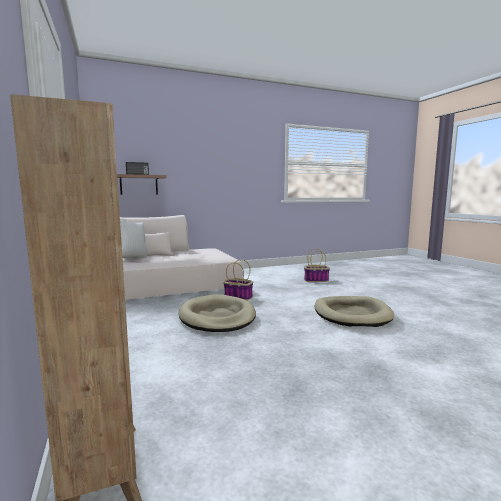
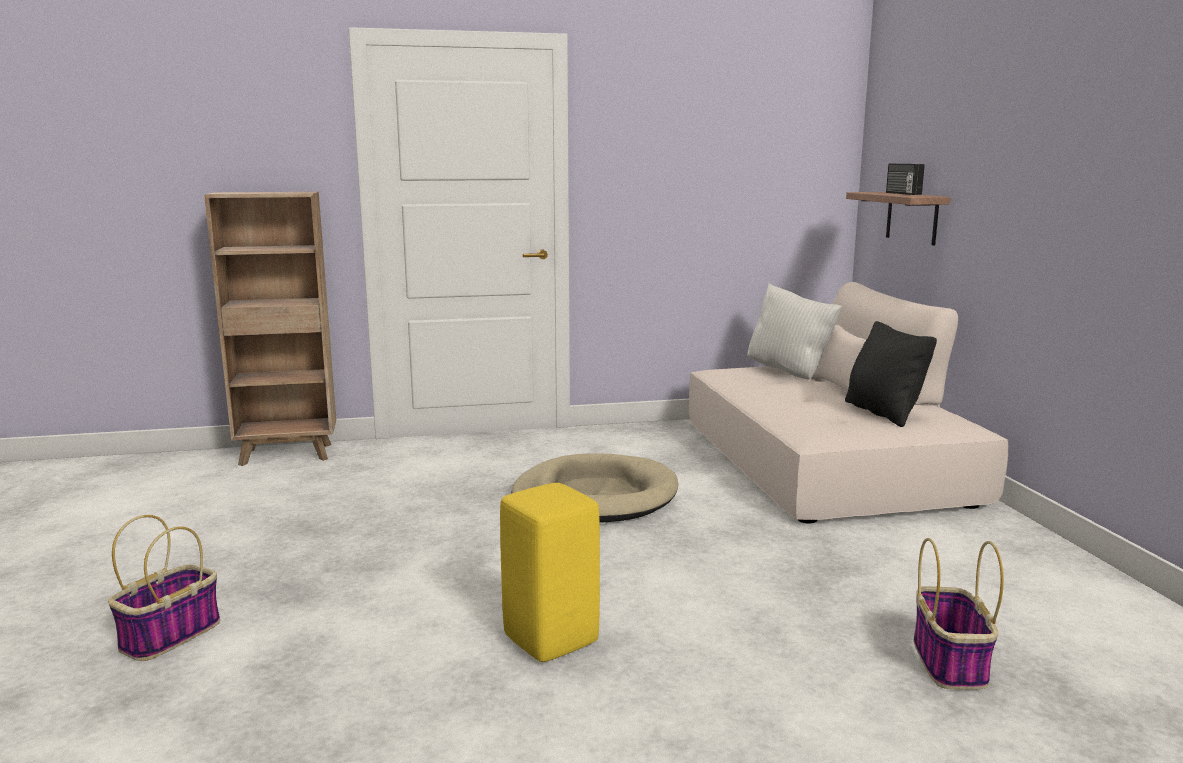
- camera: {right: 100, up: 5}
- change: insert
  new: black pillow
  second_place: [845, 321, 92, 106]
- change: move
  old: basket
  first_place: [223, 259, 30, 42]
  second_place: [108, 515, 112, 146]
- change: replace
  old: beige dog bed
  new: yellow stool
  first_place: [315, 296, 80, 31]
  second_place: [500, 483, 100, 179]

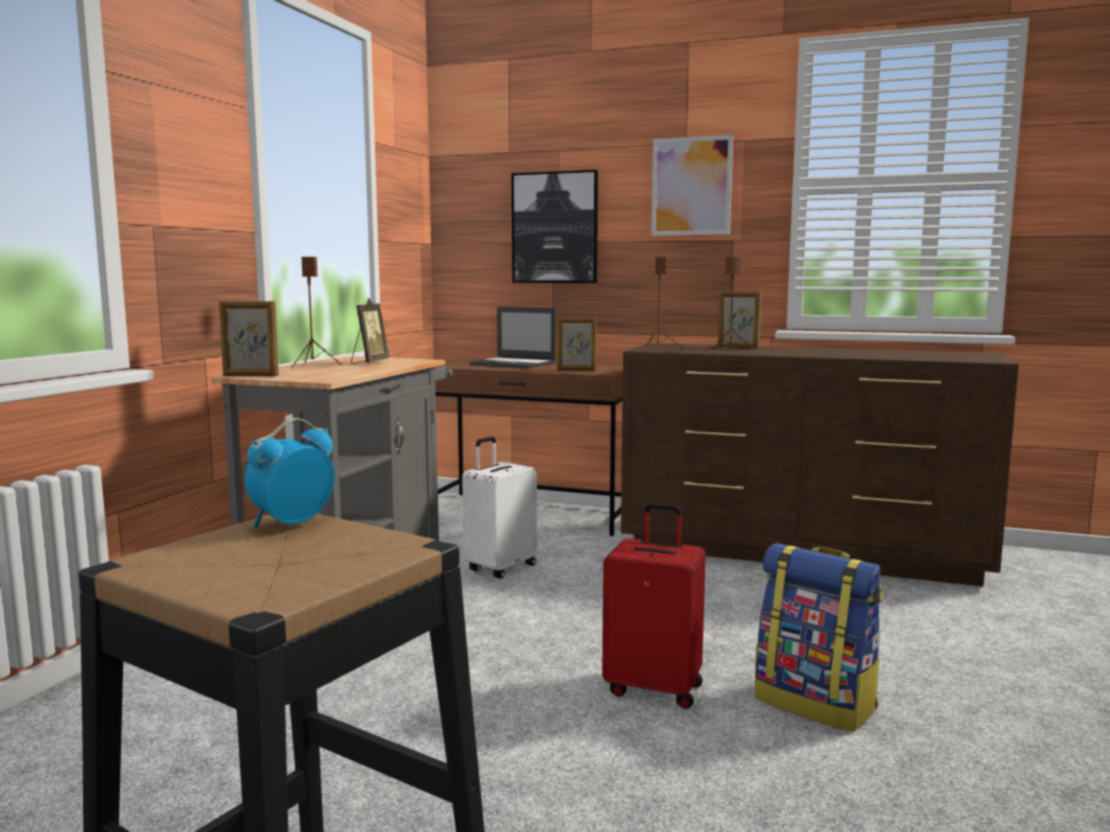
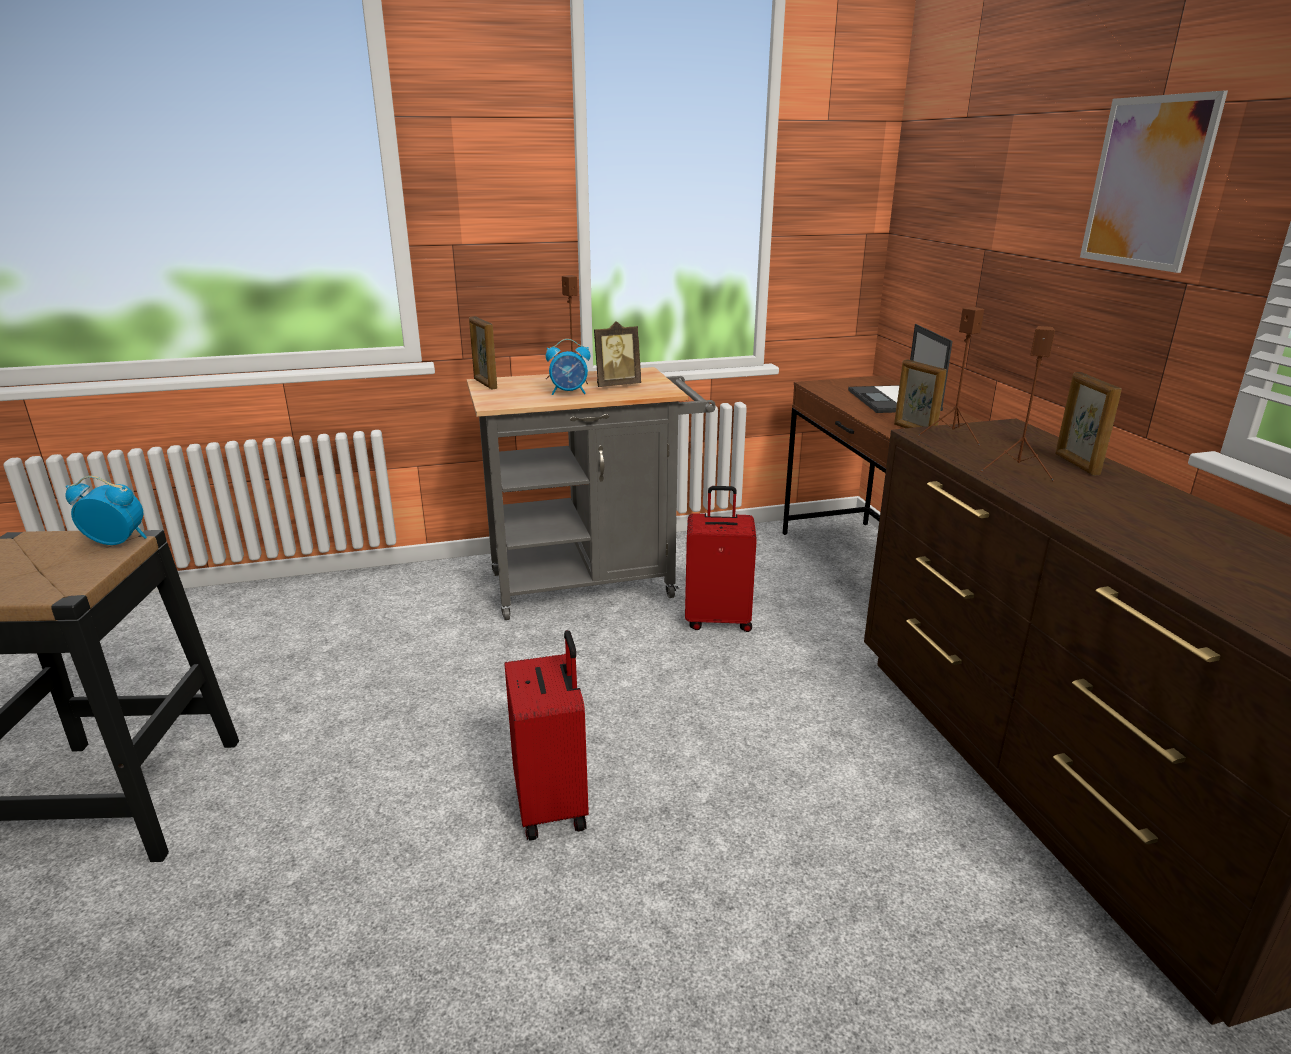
- camera: {right: 55, up: 15}
- change: delete
  old: picture
  first_place: [512, 170, 86, 113]
- change: delete
  old: backpack
  first_place: [755, 543, 128, 189]
- change: insert
  new: alarm clock
  second_place: [546, 339, 44, 56]
- change: recolor
  old: white suitcase
  new: red suitcase
  first_place: [462, 437, 75, 142]
  second_place: [685, 486, 72, 146]

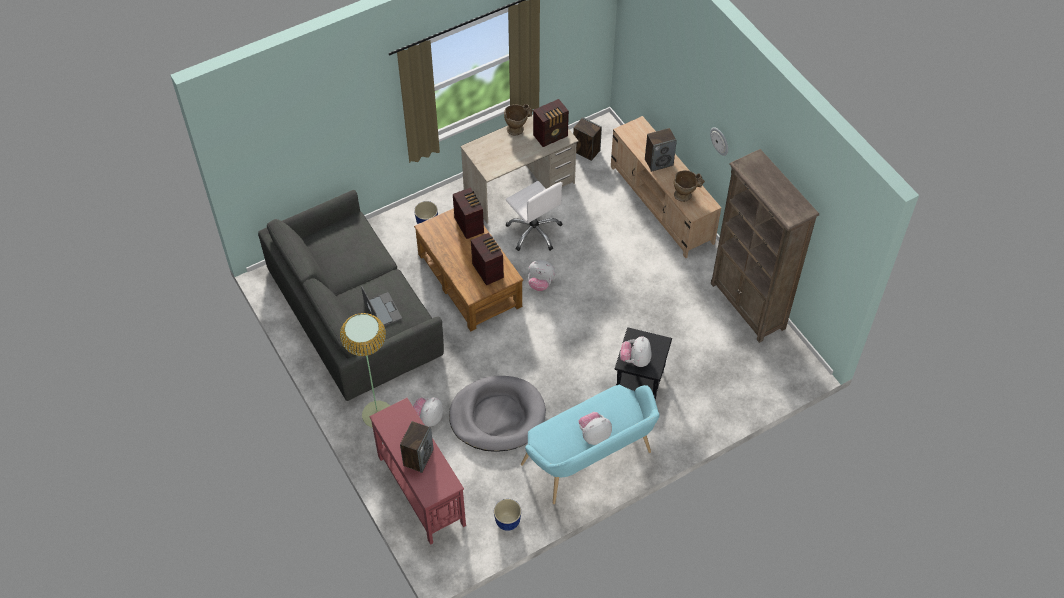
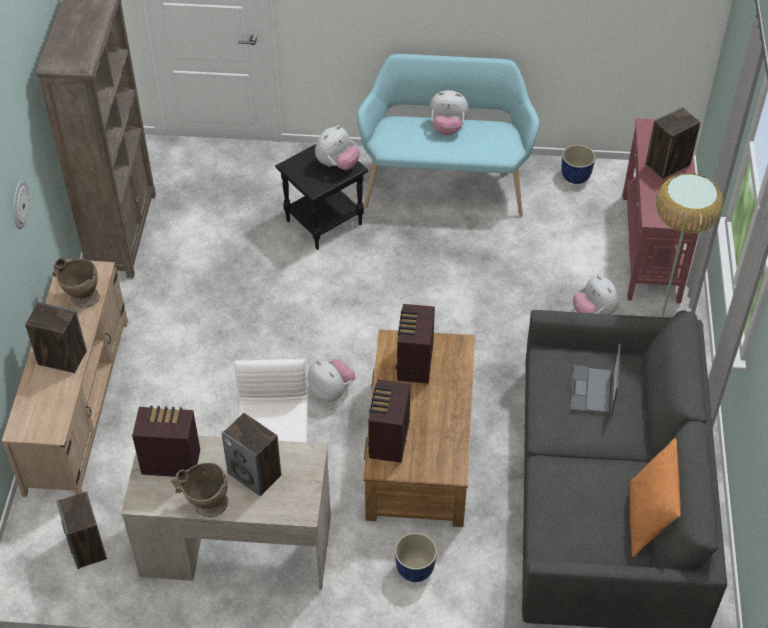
- camera: {right: -145, up: -5}
- change: delete
  old: grey dog bed
  first_place: [449, 376, 97, 76]
- change: insert
  new: speaker
  second_place: [222, 413, 59, 83]
- change: insert
  new: orange pillow
  second_place: [630, 438, 51, 119]
- change: rotate
  old: plush toy
  first_place: [413, 397, 30, 30]
  second_place: [573, 275, 46, 39]
  degrees: 90

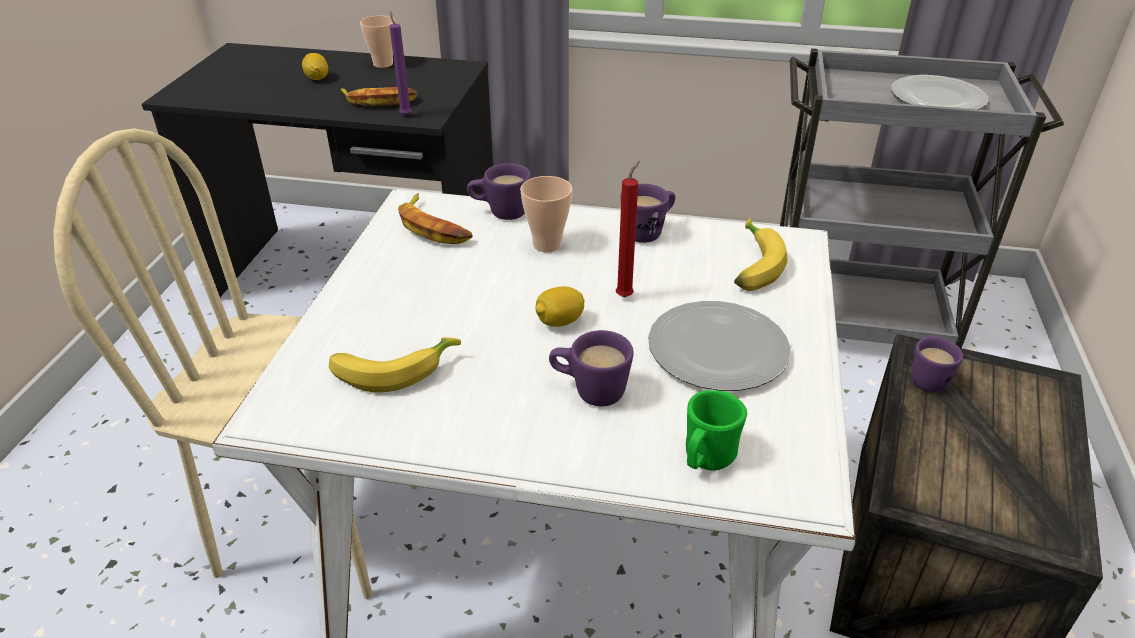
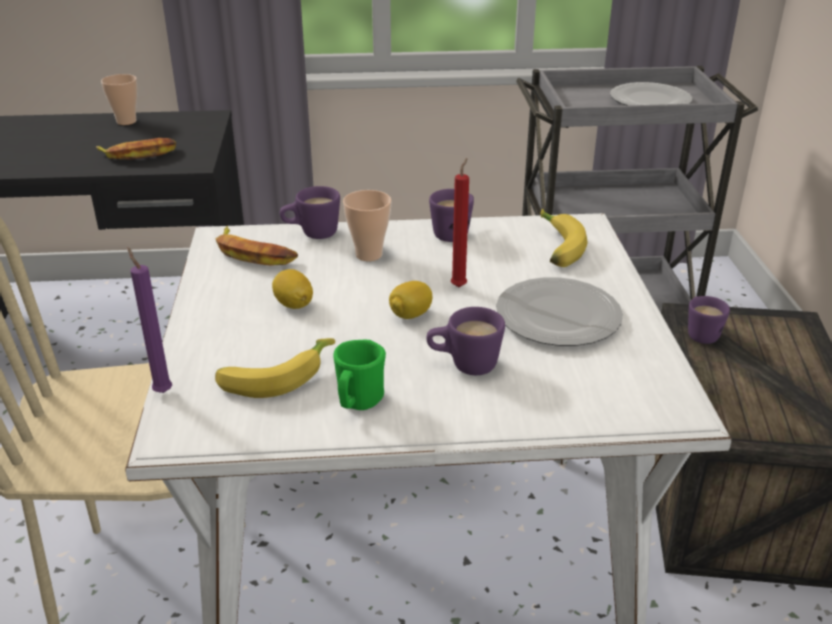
- camera: {right: -15, up: -5}
- change: move
  old: lemon
  first_place: [302, 53, 26, 27]
  second_place: [272, 269, 41, 40]
- change: move
  old: purple candle
  first_place: [390, 11, 22, 105]
  second_place: [127, 247, 45, 146]
- change: move
  old: green mug
  first_place: [686, 390, 61, 81]
  second_place: [333, 340, 53, 70]

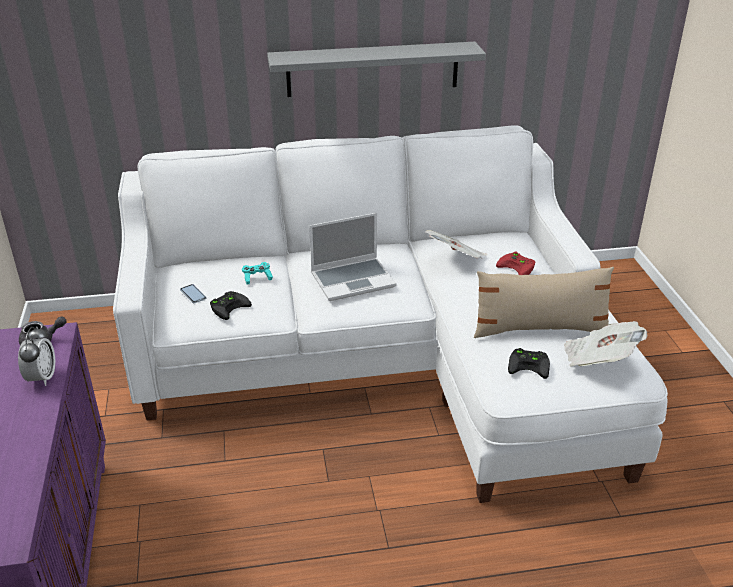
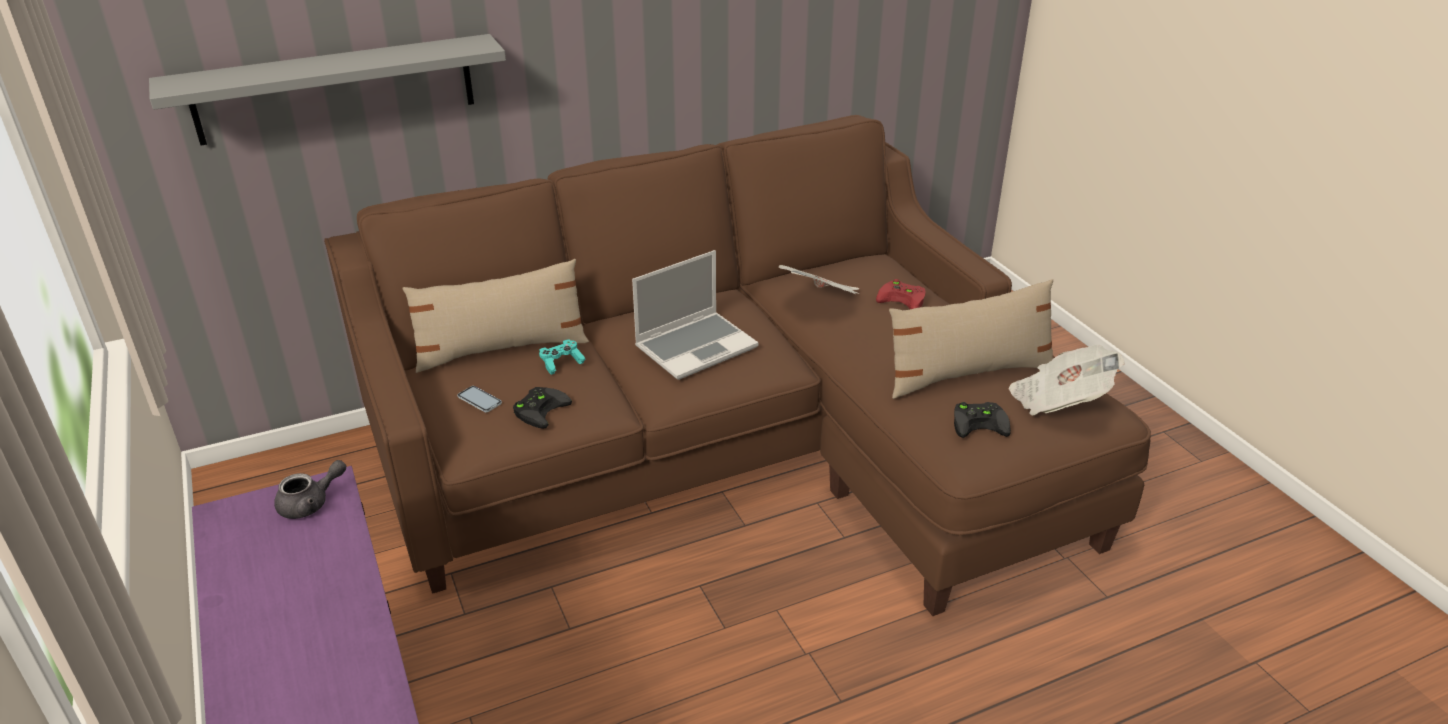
- camera: {right: -15, up: 0}
- change: delete
  old: alarm clock
  first_place: [18, 327, 37, 59]
- change: insert
  new: beige pillow
  second_place: [403, 259, 186, 114]
- change: move
  old: grey shelf
  first_place: [267, 42, 219, 55]
  second_place: [149, 34, 357, 111]
- change: recolor
  old: white sofa
  new: brown sofa
  first_place: [113, 125, 555, 378]
  second_place: [324, 115, 827, 501]

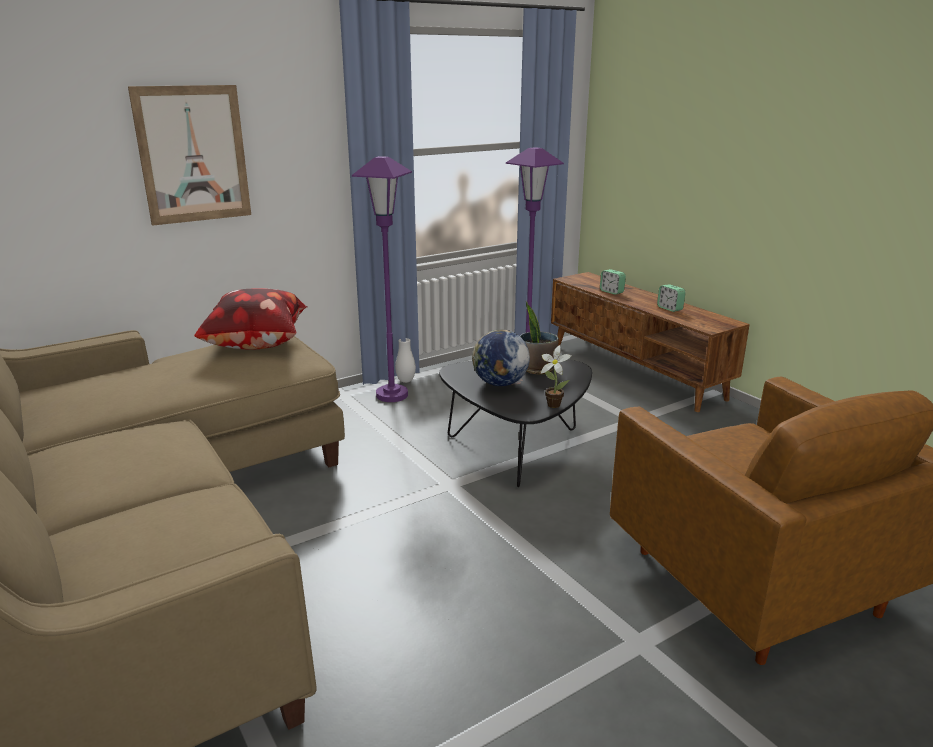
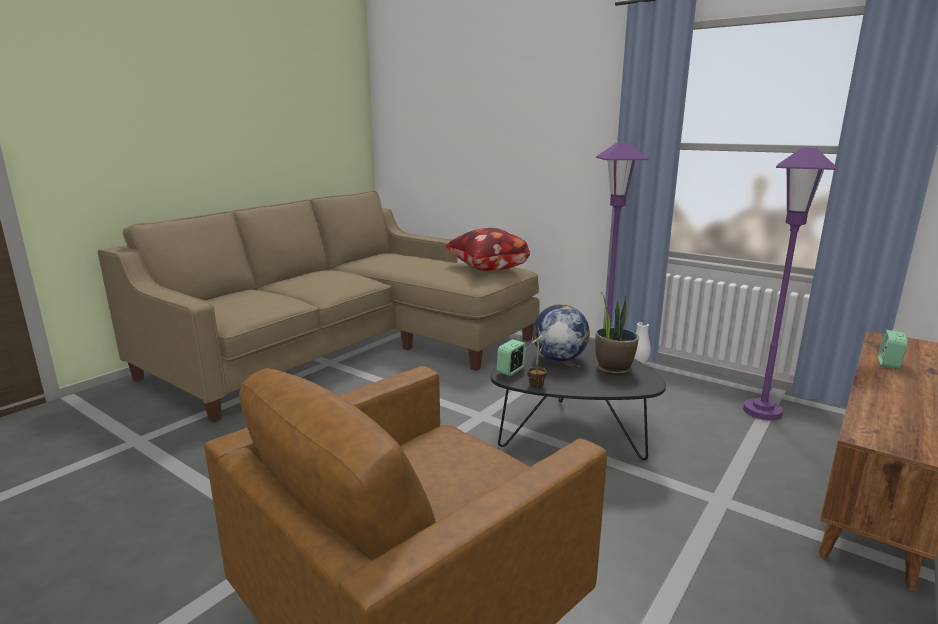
- camera: {right: 70, up: -5}
- change: delete
  old: picture
  first_place: [128, 85, 123, 141]
- change: move
  old: alarm clock
  first_place: [657, 284, 29, 28]
  second_place: [497, 339, 29, 37]

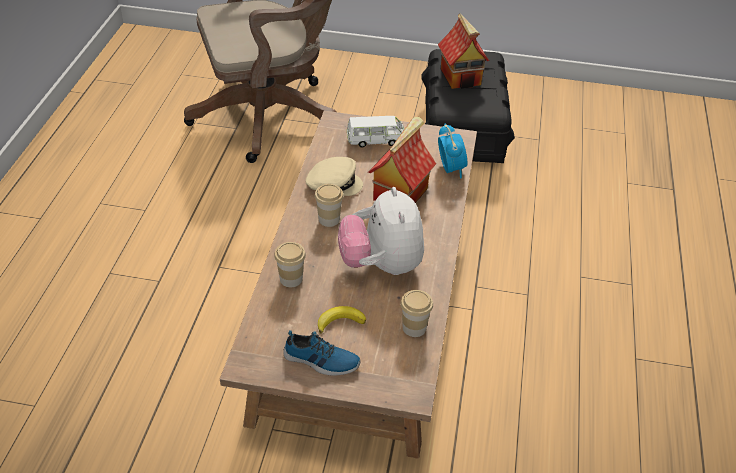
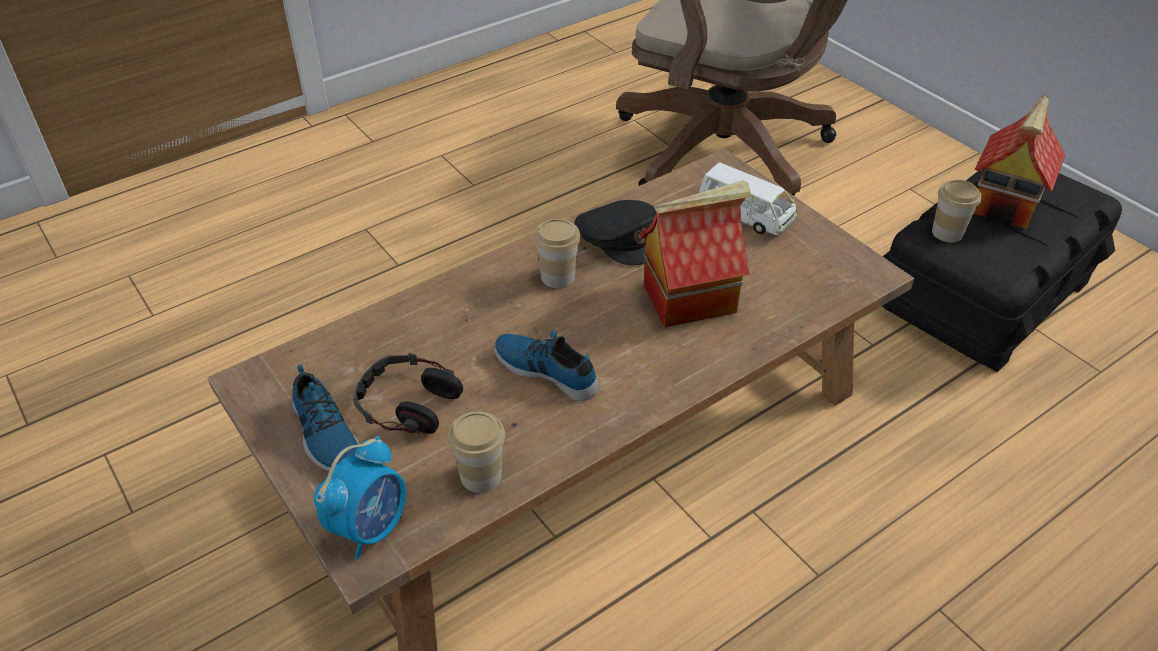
- camera: {right: 45, up: 0}
- change: move
  old: cup
  first_place: [274, 242, 32, 45]
  second_place: [932, 180, 50, 63]
- change: move
  old: alarm clock
  first_place: [438, 123, 29, 55]
  second_place: [314, 436, 92, 124]
- change: replace
  old: banana
  new: headphones
  first_place: [318, 306, 48, 28]
  second_place: [353, 353, 110, 81]
- change: replace
  old: plush toy
  new: shoe
  first_place: [338, 187, 86, 88]
  second_place: [494, 330, 105, 71]
- change: recolor
  old: beige cap
  new: black cap
  first_place: [306, 157, 57, 39]
  second_place: [574, 200, 83, 65]

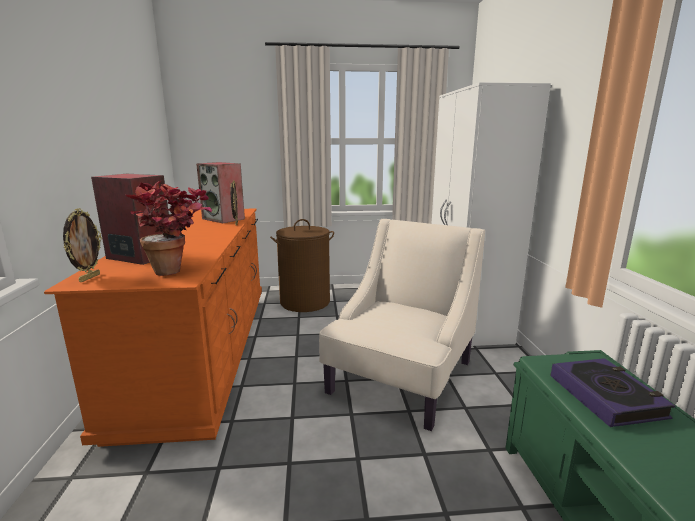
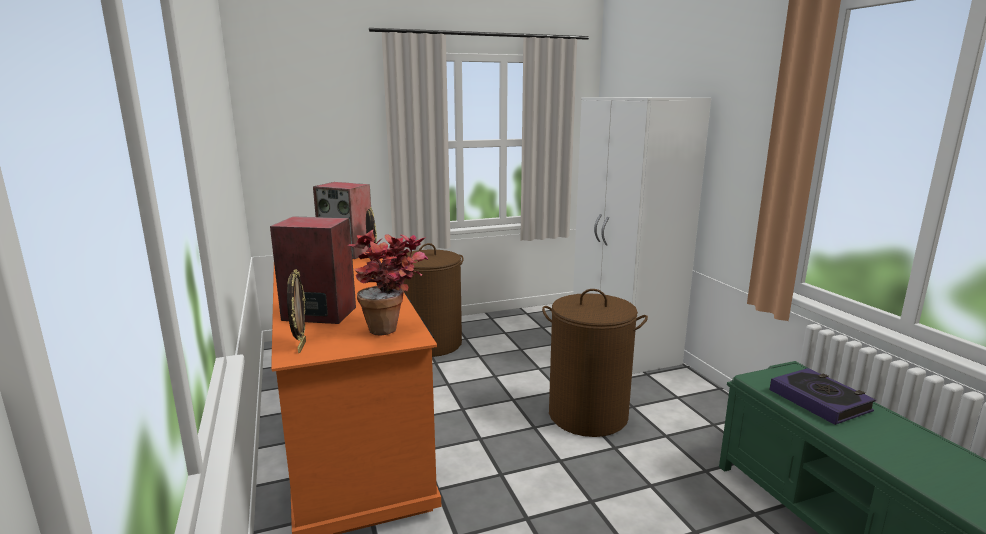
- camera: {right: -15, up: 0}
- change: replace
  old: beige armchair
  new: brown laundry basket
  first_place: [319, 219, 166, 212]
  second_place: [542, 289, 106, 148]

